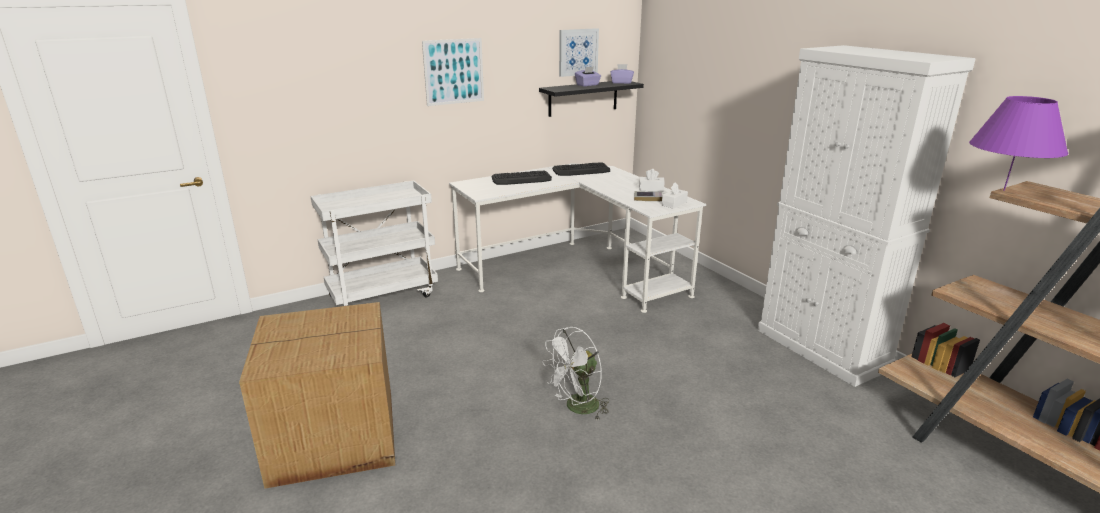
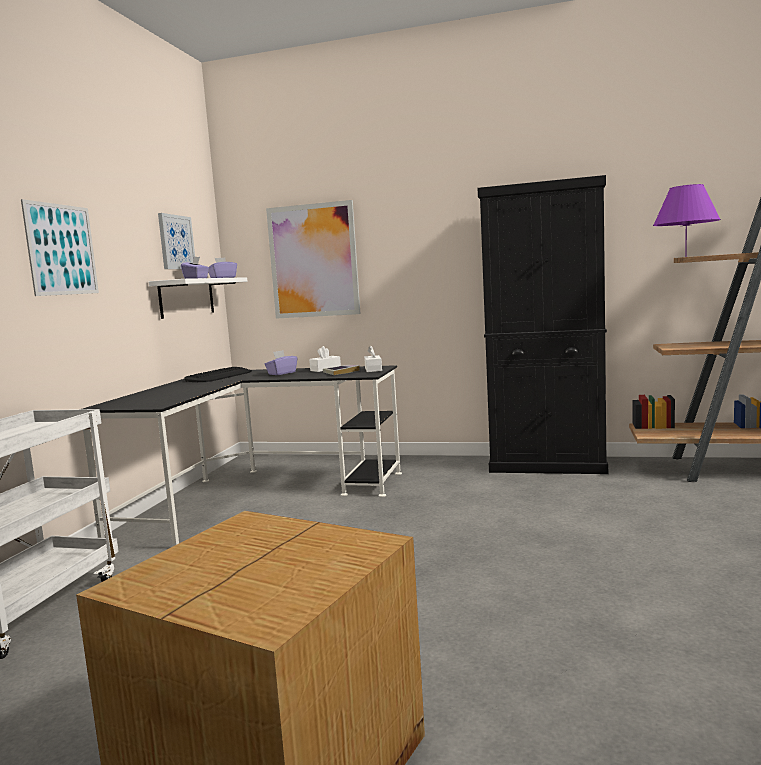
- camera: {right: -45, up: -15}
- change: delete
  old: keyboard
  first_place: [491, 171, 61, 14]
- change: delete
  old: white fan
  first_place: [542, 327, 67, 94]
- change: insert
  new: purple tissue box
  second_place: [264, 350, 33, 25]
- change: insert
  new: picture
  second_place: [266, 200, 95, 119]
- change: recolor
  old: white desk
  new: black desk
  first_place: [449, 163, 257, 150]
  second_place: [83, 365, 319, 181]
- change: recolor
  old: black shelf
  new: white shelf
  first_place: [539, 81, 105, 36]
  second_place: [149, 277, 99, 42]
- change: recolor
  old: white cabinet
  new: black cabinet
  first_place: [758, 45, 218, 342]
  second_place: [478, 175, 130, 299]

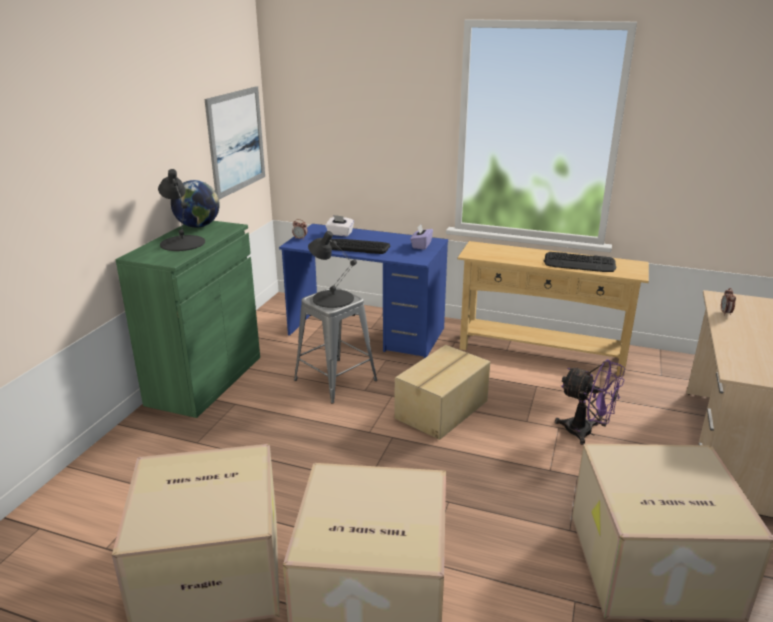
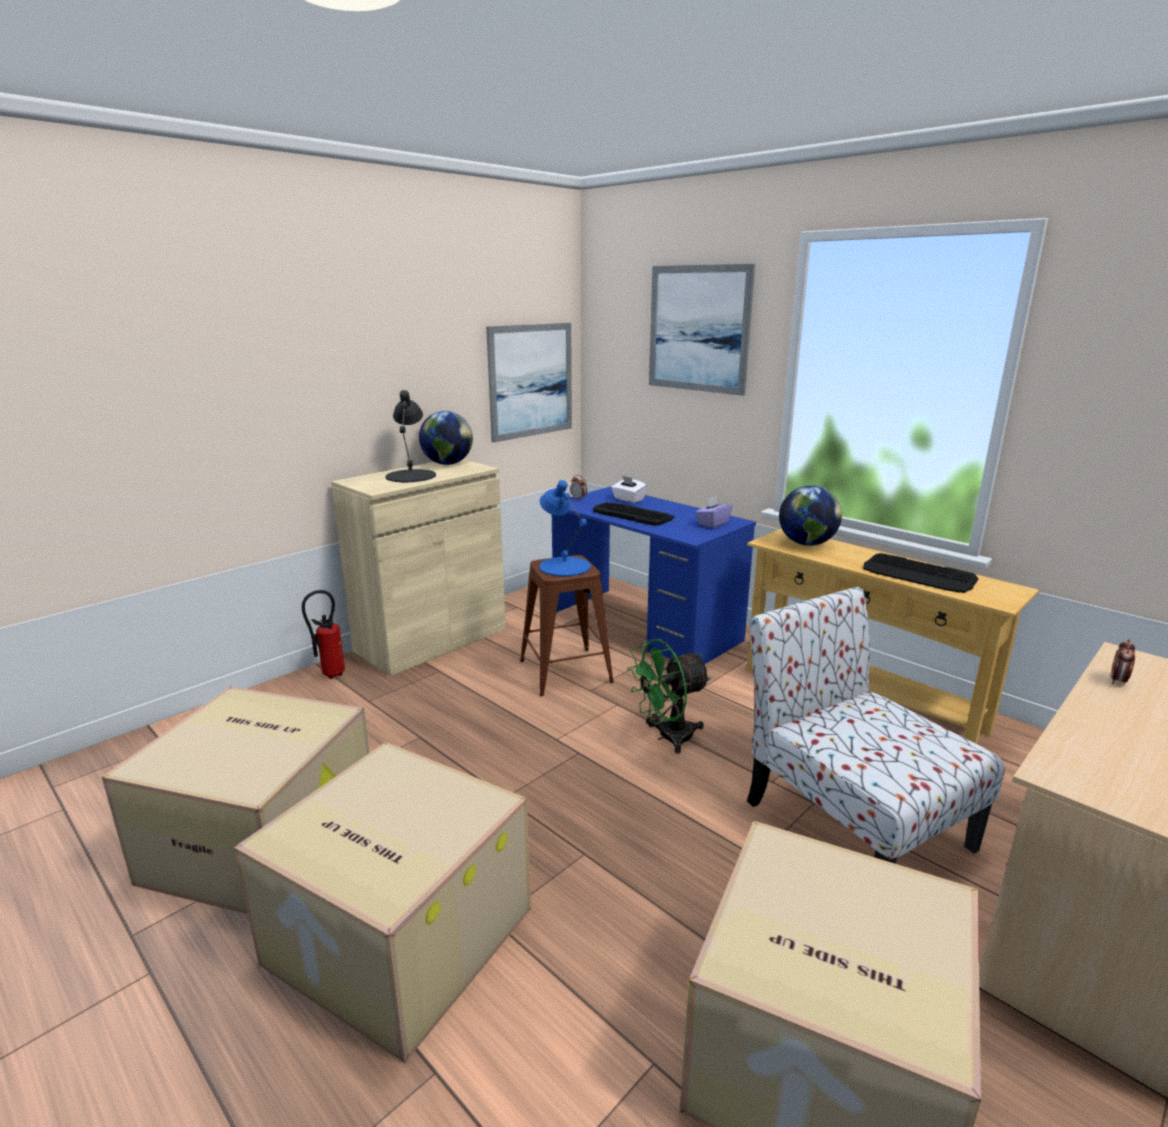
- camera: {right: 25, up: -5}
- change: insert
  new: fire extinguisher
  second_place: [302, 590, 43, 89]
- change: insert
  new: picture
  second_place: [649, 264, 106, 132]
- change: insert
  new: globe
  second_place: [779, 485, 63, 61]
- change: replace
  old: cardboard box
  new: green fan
  first_place: [394, 345, 96, 95]
  second_place: [627, 639, 84, 115]
- change: replace
  old: purple fan
  new: chair
  first_place: [555, 359, 70, 86]
  second_place: [747, 587, 258, 277]
- change: recolor
  old: green cabinet
  new: beige cabinet
  first_place: [116, 221, 144, 197]
  second_place: [332, 459, 174, 217]
- change: recolor
  old: grey stool
  new: brown stool
  first_place: [294, 287, 83, 117]
  second_place: [520, 555, 94, 141]
- change: recolor
  old: black table lamp
  new: blue table lamp
  first_place: [308, 231, 49, 77]
  second_place: [539, 480, 52, 96]

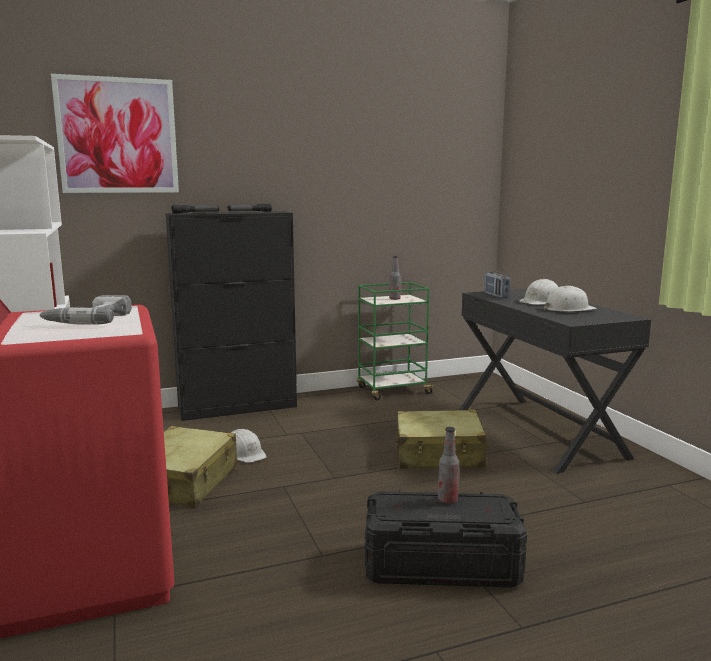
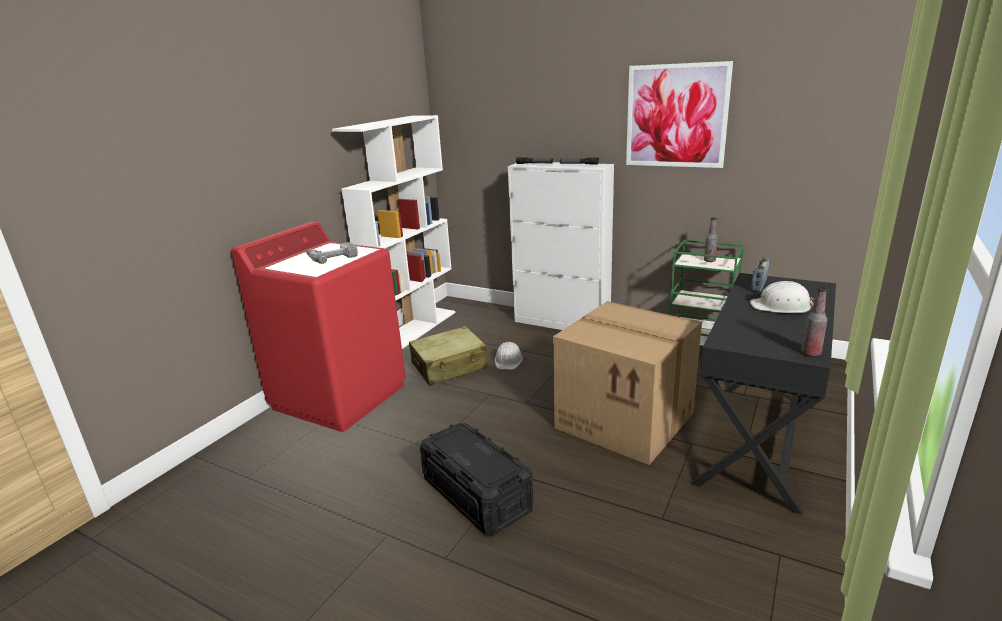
- camera: {right: 50, up: 10}
- change: delete
  old: white hard hat
  first_place: [544, 286, 53, 26]
- change: move
  old: picture
  first_place: [51, 74, 128, 119]
  second_place: [626, 61, 107, 107]
- change: move
  old: bottle
  first_place: [438, 427, 21, 77]
  second_place: [801, 287, 26, 70]
- change: replace
  old: beige suitcase
  new: cardboard box
  first_place: [396, 410, 93, 59]
  second_place: [553, 301, 149, 164]
- change: recolor
  old: black cabinet
  new: white cabinet
  first_place: [166, 211, 131, 210]
  second_place: [508, 162, 106, 168]

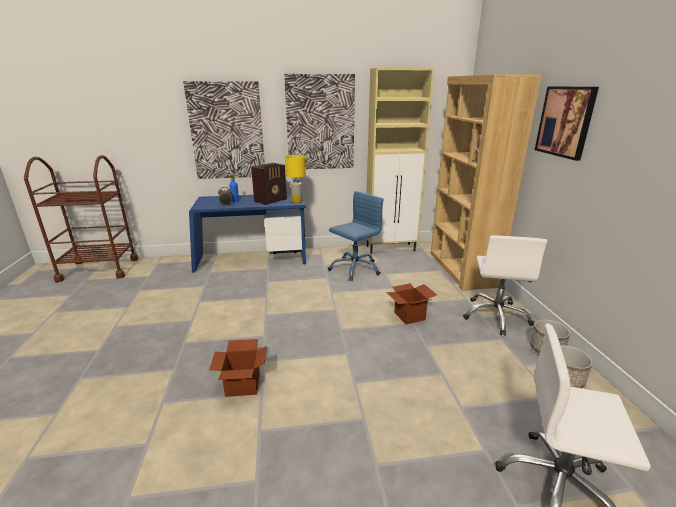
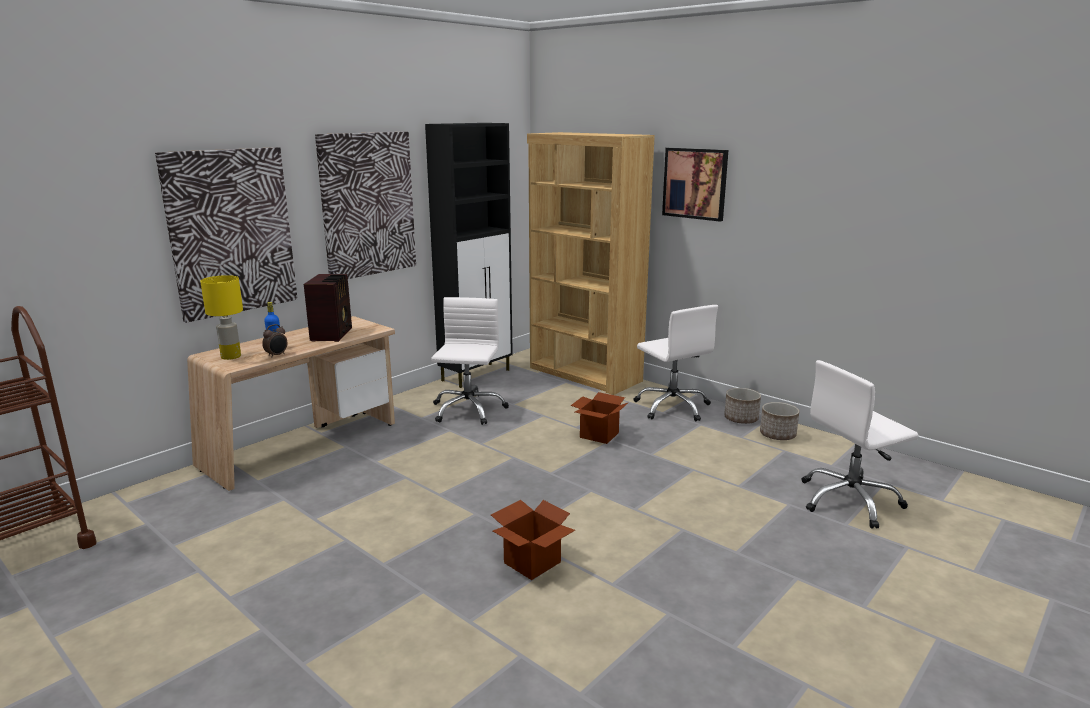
- camera: {right: -40, up: -5}
- change: move
  old: yellow table lamp
  first_place: [285, 155, 21, 48]
  second_place: [200, 275, 43, 85]
- change: recolor
  old: blue desk
  new: beige desk
  first_place: [189, 193, 117, 80]
  second_place: [187, 316, 208, 175]
- change: recolor
  old: blue office chair
  new: white office chair
  first_place: [328, 191, 56, 90]
  second_place: [431, 297, 78, 128]
- change: recolor
  old: beige cabinet
  new: black cabinet
  first_place: [366, 68, 68, 186]
  second_place: [425, 123, 88, 265]

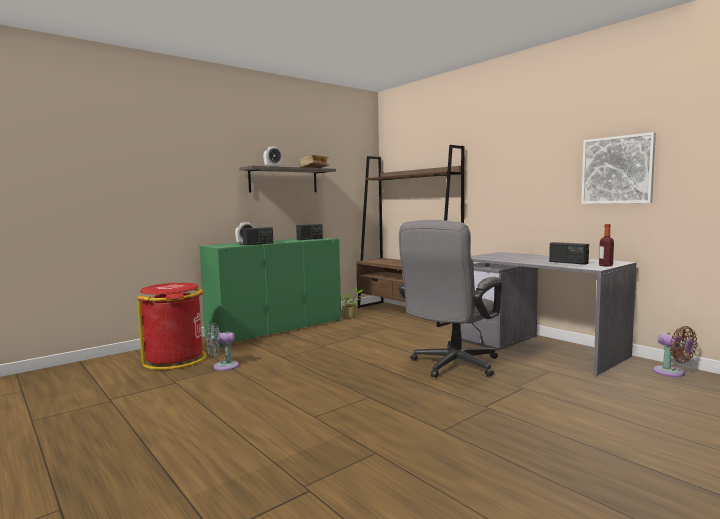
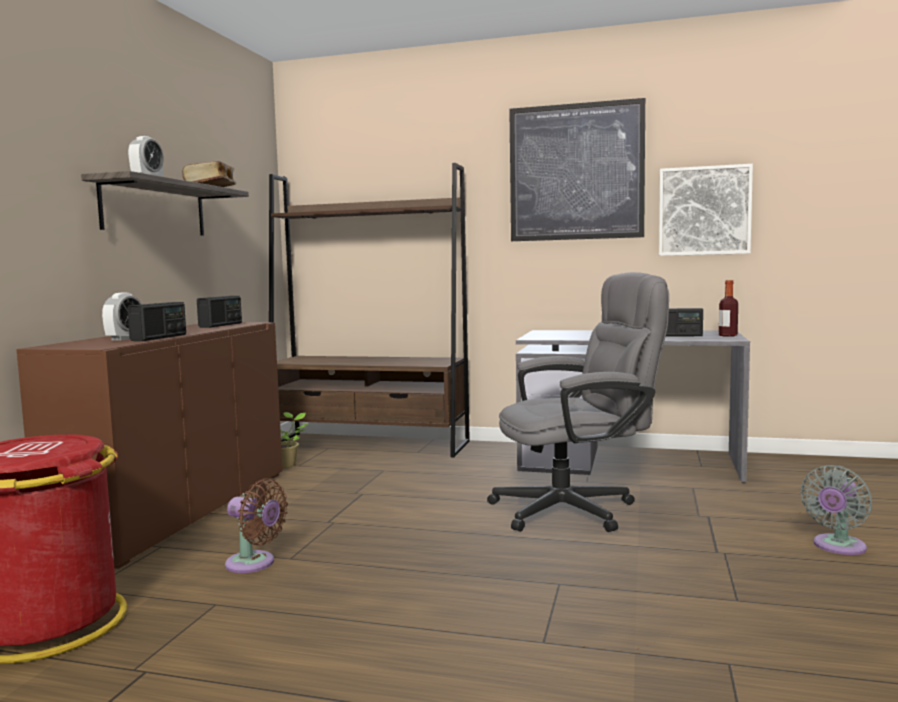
- camera: {right: -35, up: 0}
- change: insert
  new: picture
  second_place: [509, 98, 136, 143]
- change: move
  old: grey fan
  first_place: [207, 323, 32, 48]
  second_place: [801, 465, 71, 90]
- change: move
  old: brown fan
  first_place: [653, 326, 44, 51]
  second_place: [225, 479, 63, 94]
- change: recolor
  old: green cabinet
  new: brown cabinet
  first_place: [199, 238, 142, 108]
  second_place: [16, 322, 267, 247]
- change: rotate
  old: grey office chair
  first_place: [399, 220, 103, 158]
  second_place: [487, 272, 182, 260]
  degrees: -105

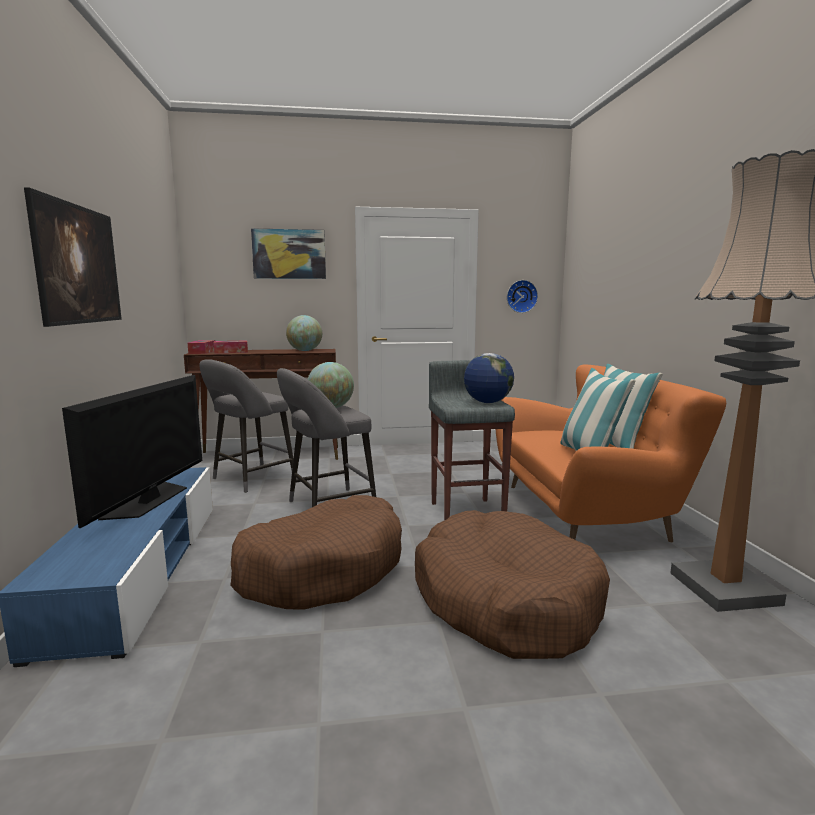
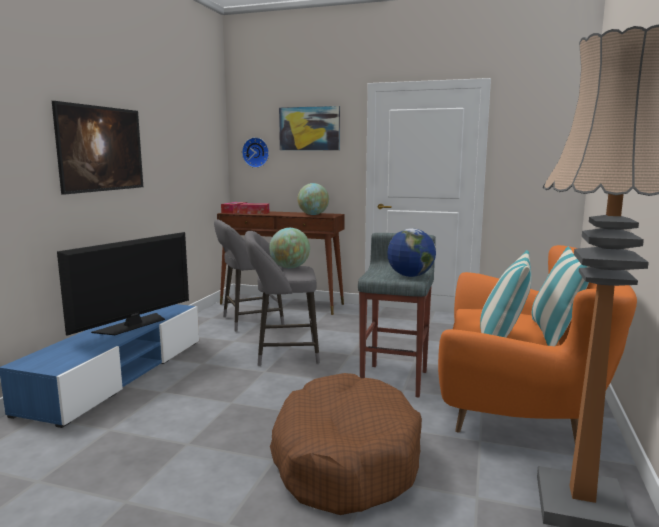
- camera: {right: 25, up: 0}
- change: delete
  old: brown dog bed
  first_place: [230, 495, 172, 115]
- change: move
  old: wall clock
  first_place: [507, 280, 31, 33]
  second_place: [242, 137, 27, 31]

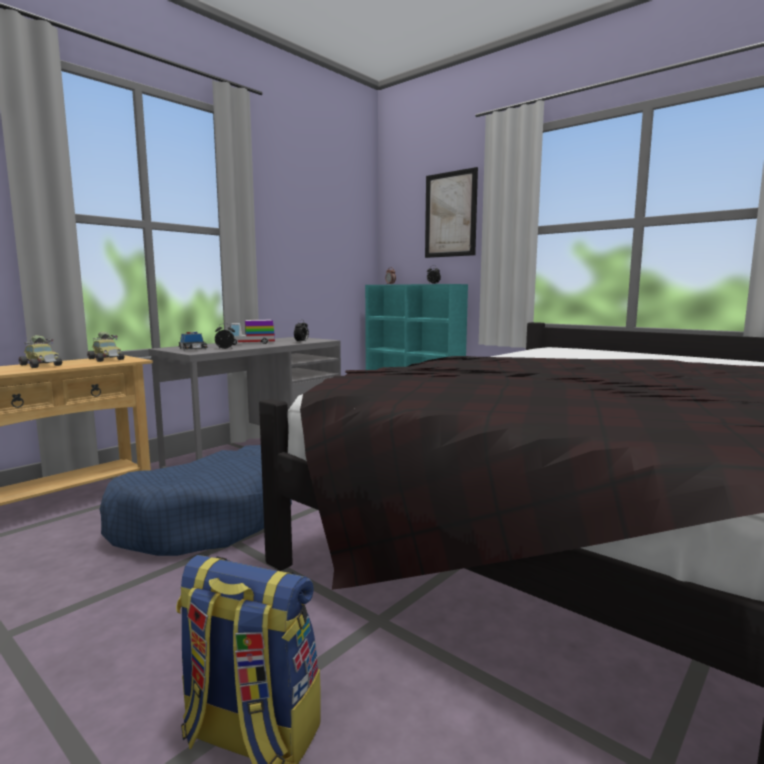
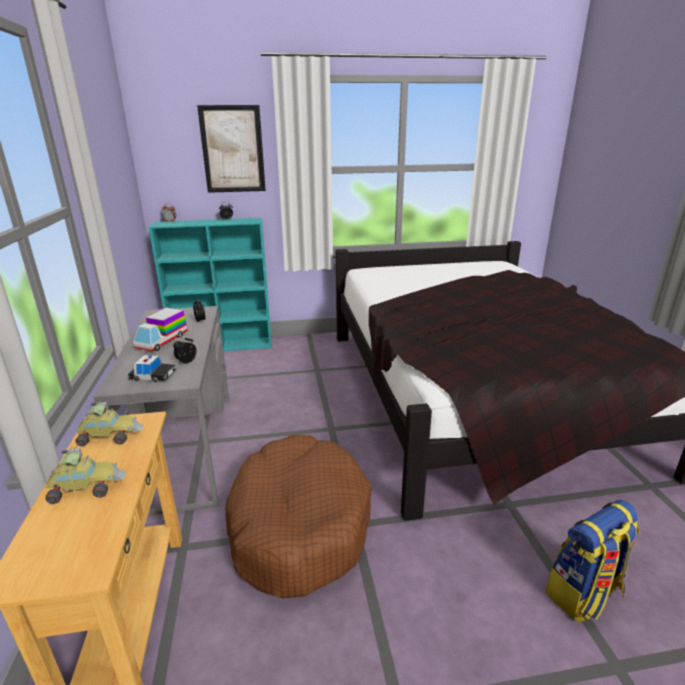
- camera: {right: -50, up: 15}
- change: recolor
  old: blue dog bed
  new: brown dog bed
  first_place: [100, 445, 192, 111]
  second_place: [225, 435, 147, 163]

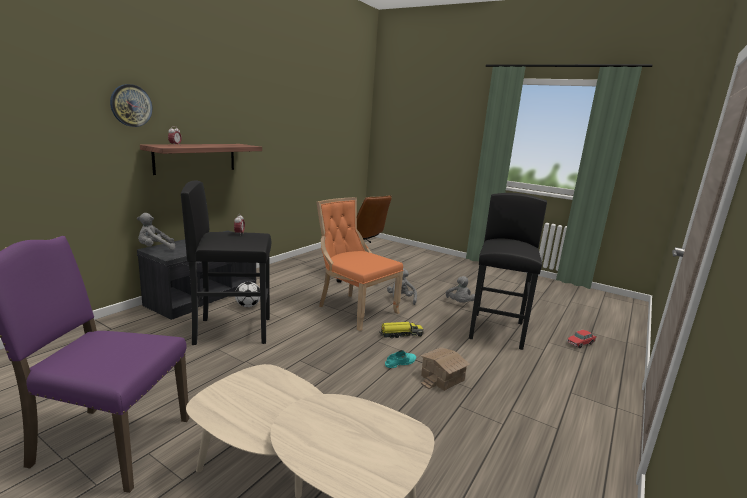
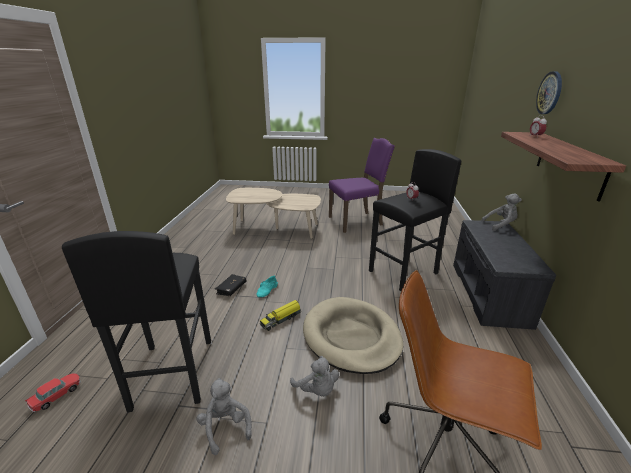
- camera: {right: 155, up: 10}
- change: delete
  old: football
  first_place: [235, 282, 25, 25]
- change: replace
  old: orange chair
  new: beige dog bed
  first_place: [317, 197, 86, 134]
  second_place: [303, 297, 100, 77]
- change: replace
  old: toy house
  new: black book
  first_place: [420, 347, 50, 44]
  second_place: [215, 274, 32, 22]
- change: rotate
  old: grey plush toy
  first_place: [137, 213, 38, 37]
  second_place: [481, 194, 41, 37]
  degrees: 45

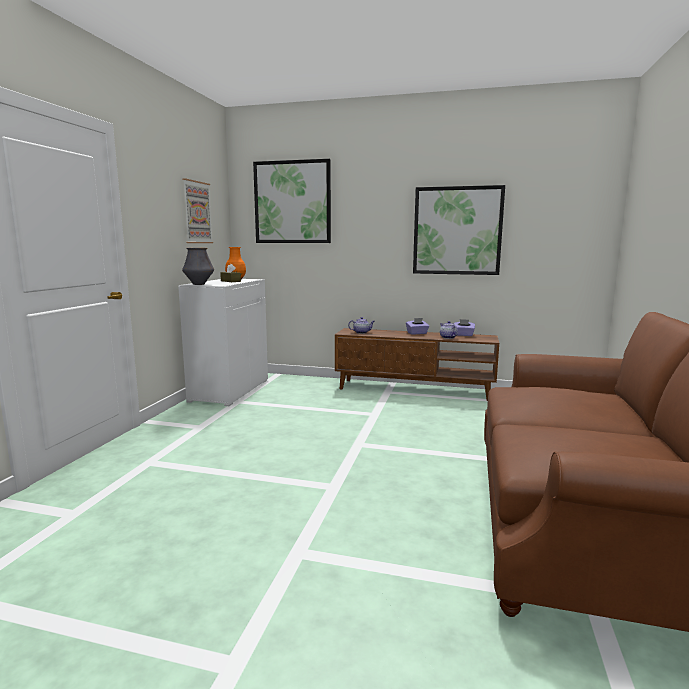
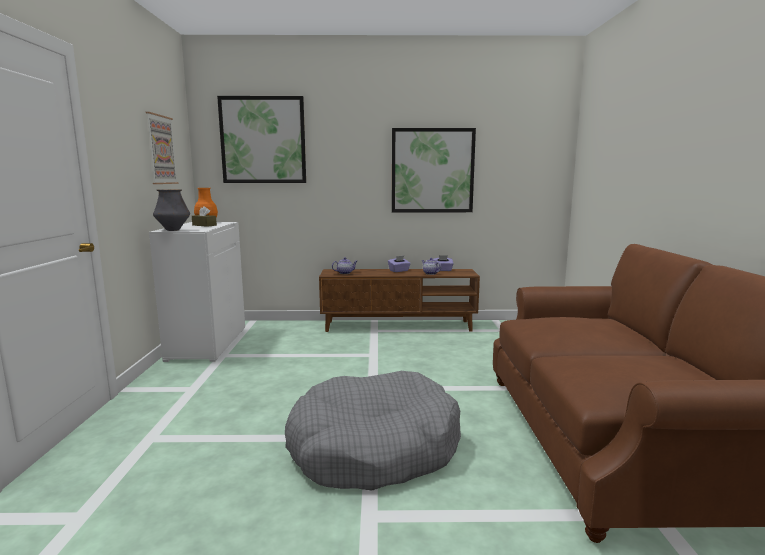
- camera: {right: -15, up: 0}
- change: insert
  new: grey dog bed
  second_place: [285, 371, 176, 120]

